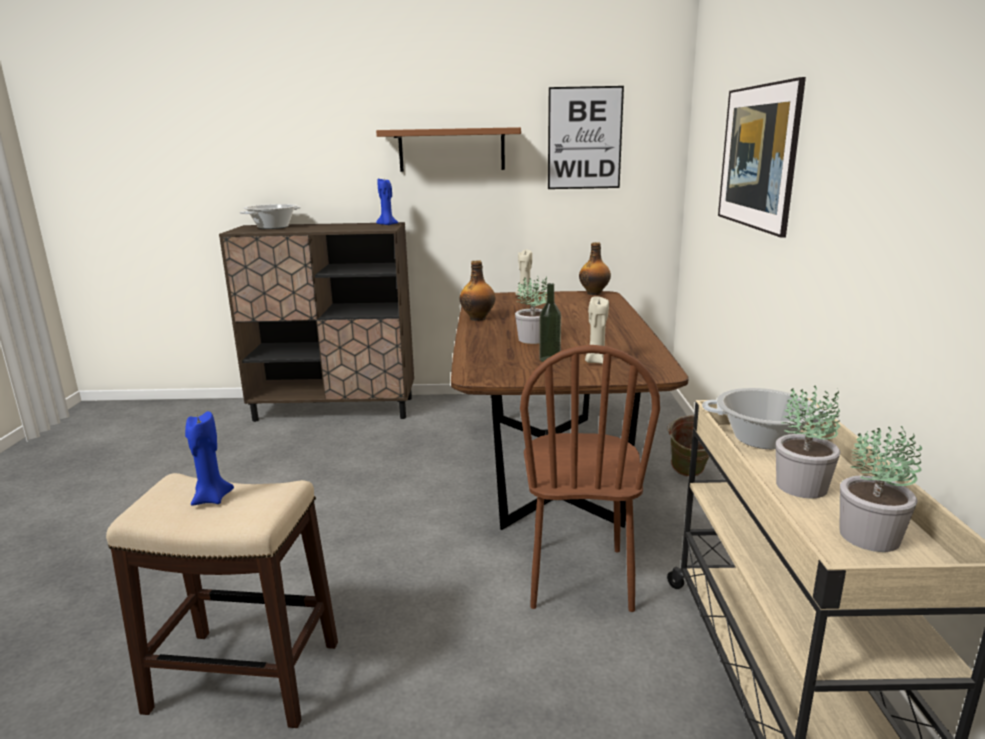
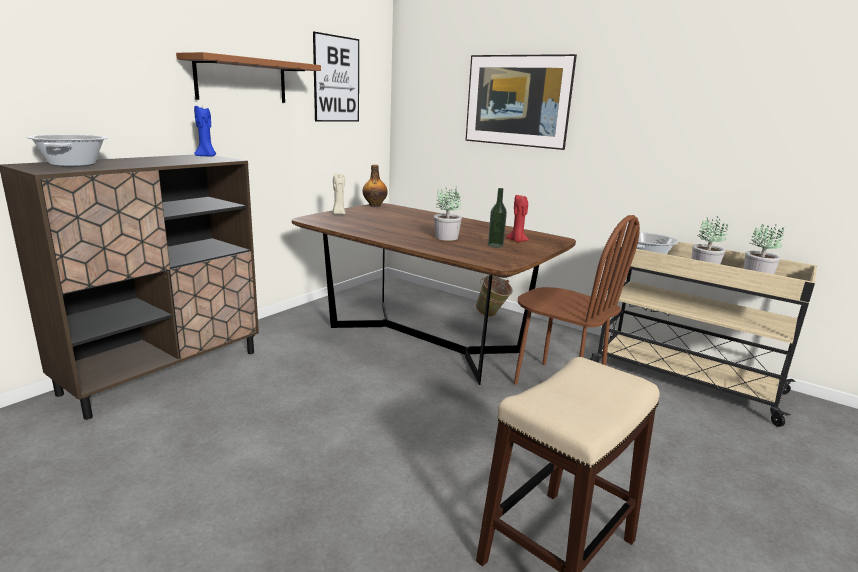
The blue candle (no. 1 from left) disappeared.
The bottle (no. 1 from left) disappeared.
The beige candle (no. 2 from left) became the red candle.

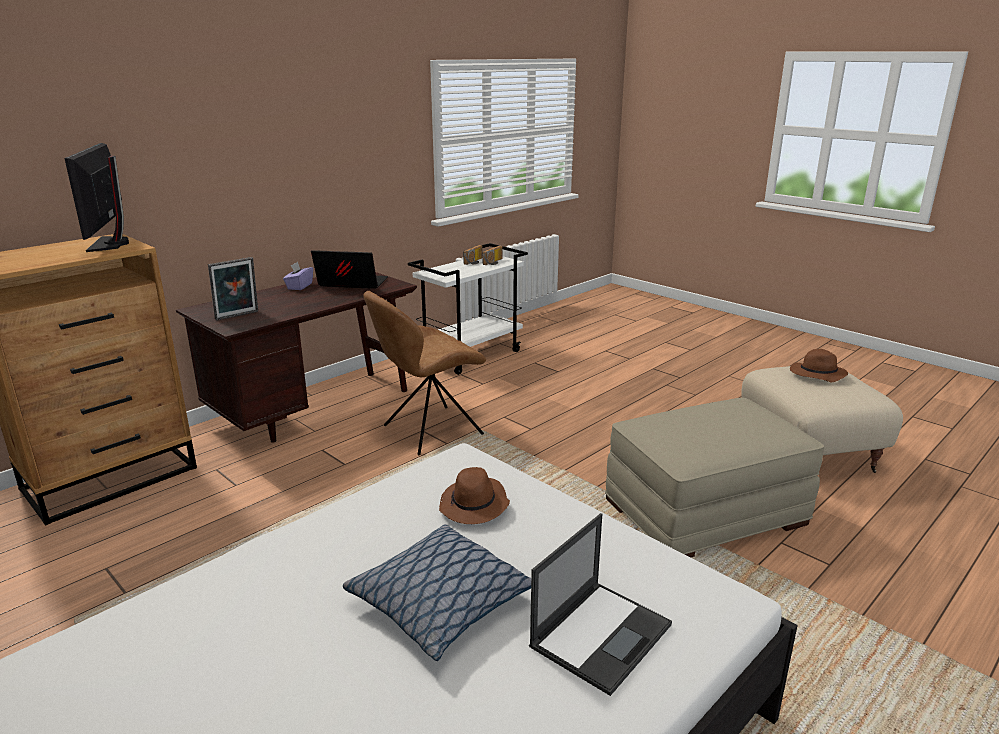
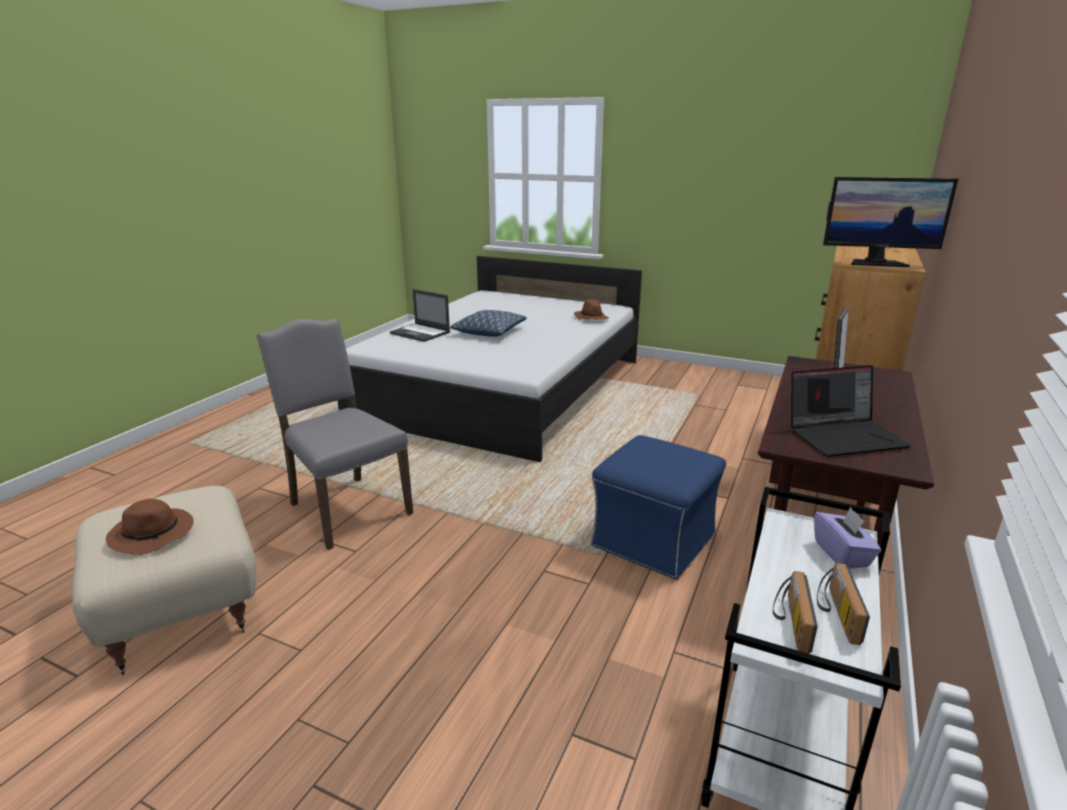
The purple tissue box moved.
The brown hat (no. 1 from left in the first image) moved.
The brown chair was replaced by the blue ottoman.
The beige ottoman (no. 1 from left) was replaced by the grey chair.
The monitor turned 135 degrees clockwise.
The laptop (no. 2 from left in the first image) turned 75 degrees counterclockwise.

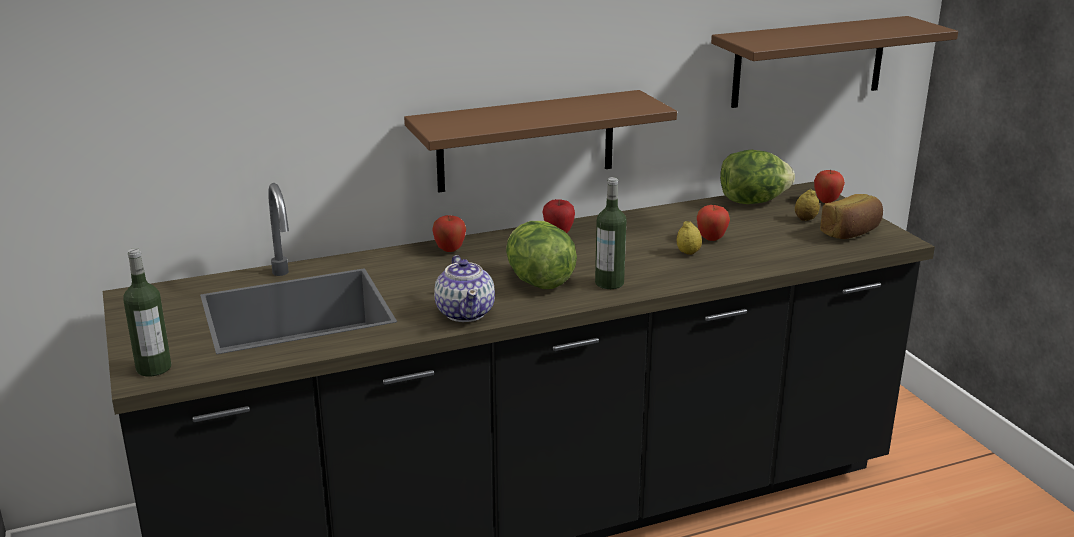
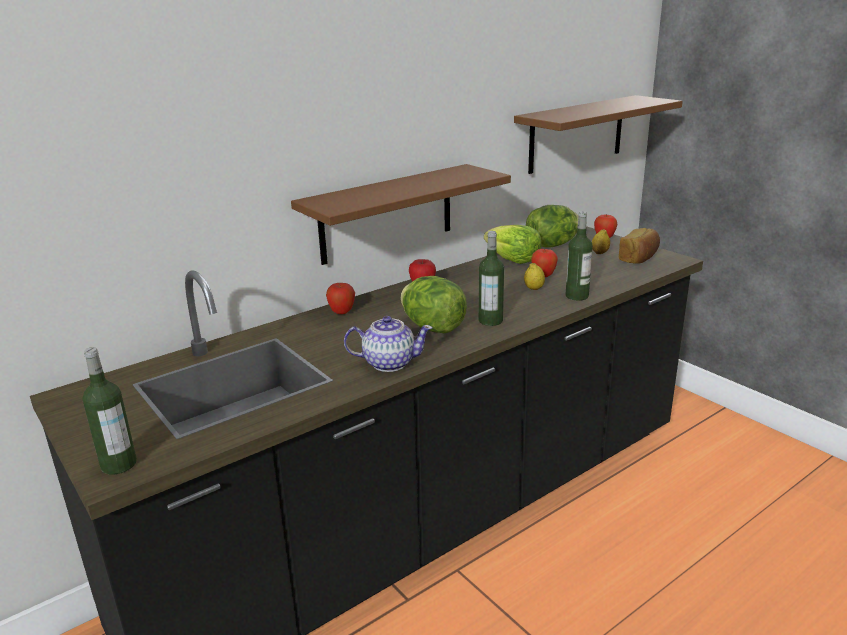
The lettuce (no. 2 from left) appeared.
The bottle (no. 3 from left) appeared.
The teapot turned 60 degrees counterclockwise.

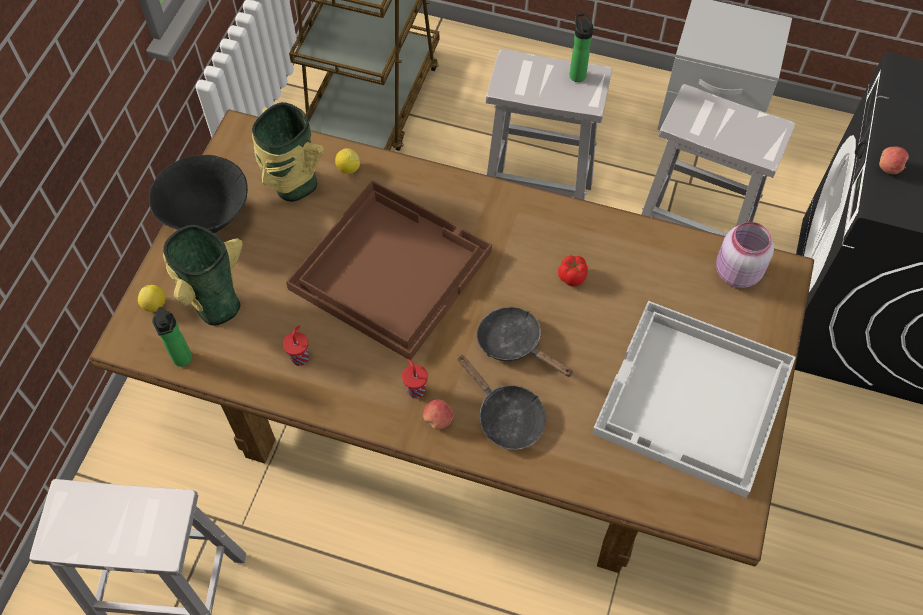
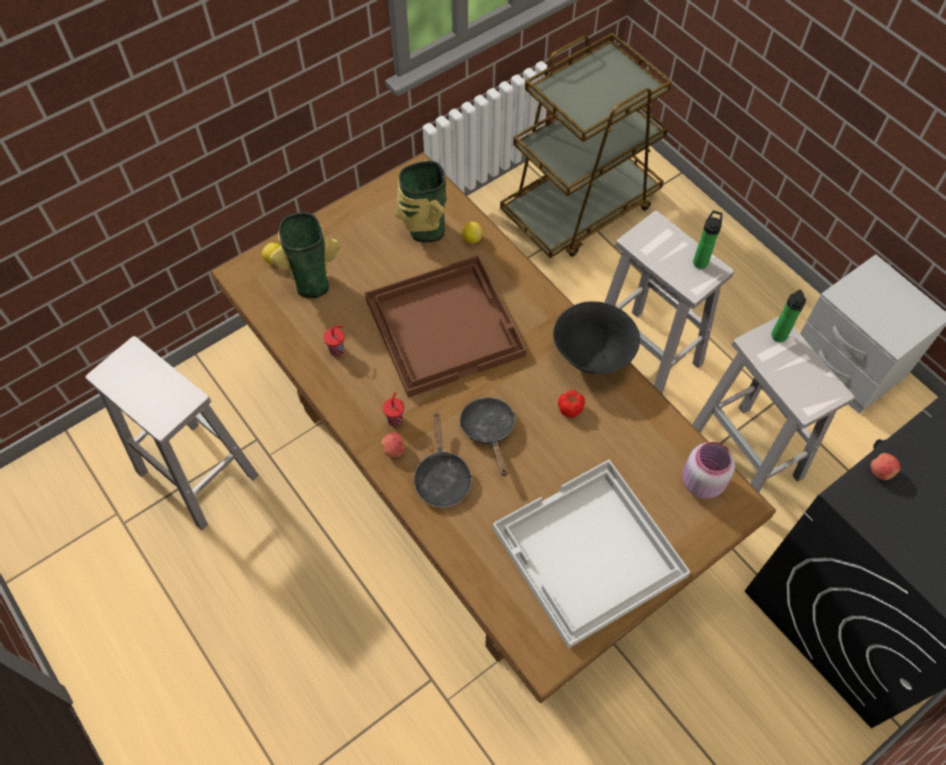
The black bowl moved.
The bottle (no. 1 from left in the first image) moved.

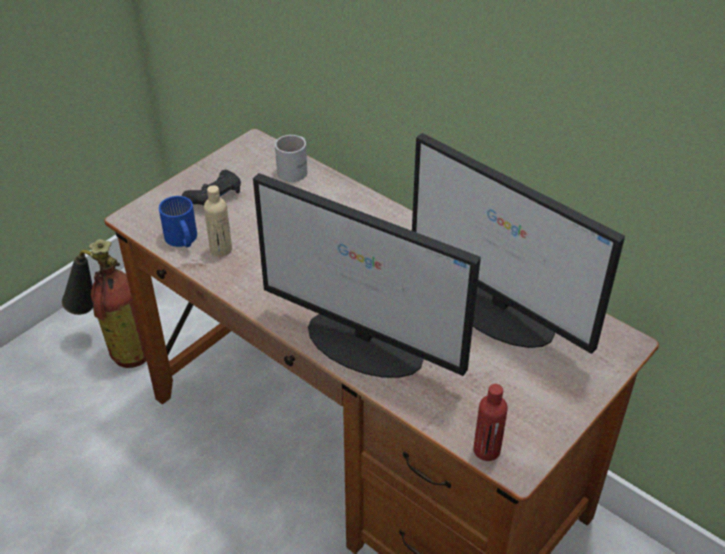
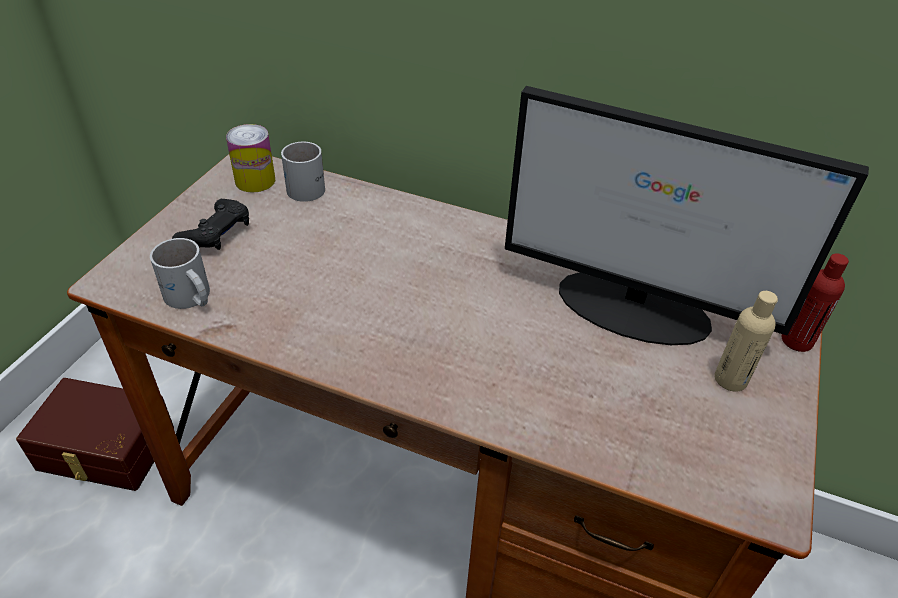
The monitor (no. 1 from left) disappeared.
The can appeared.
The beige bottle moved.
The red bottle moved.
The fire extinguisher was replaced by the brown storage box.
The blue mug became the white mug (no. 1 from left).

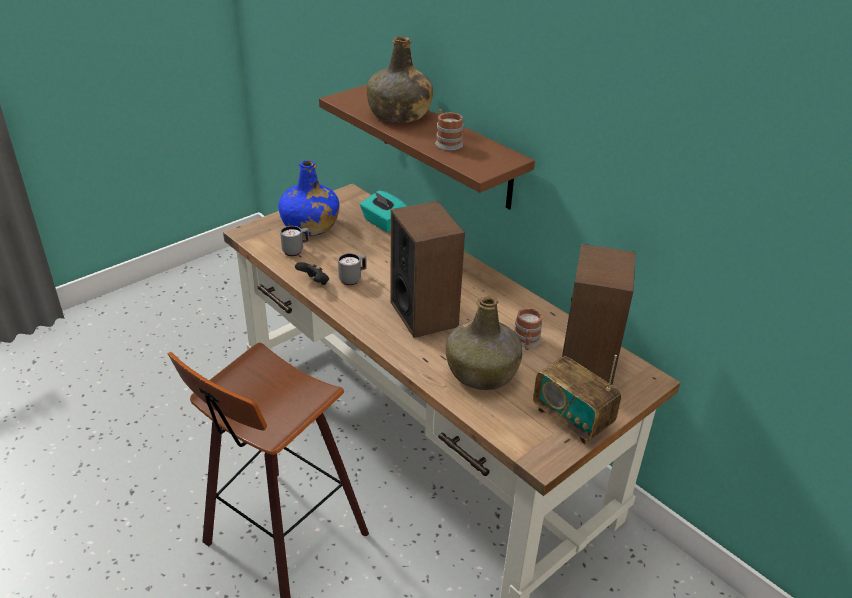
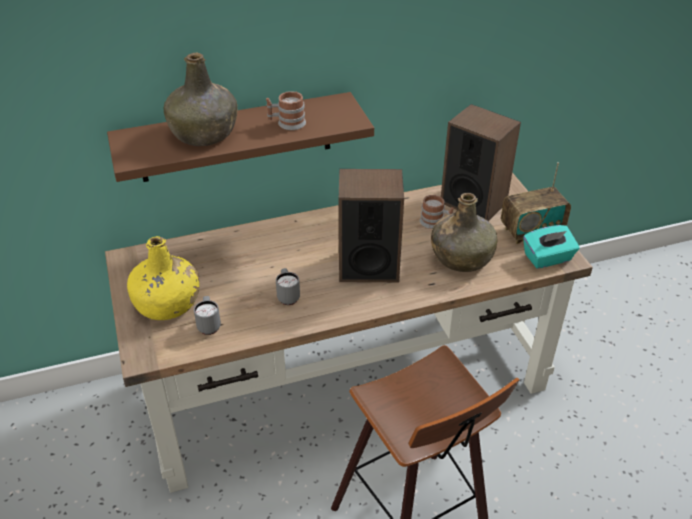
The black game controller disappeared.
The turquoise tissue box moved.
The blue bottle became the yellow bottle.

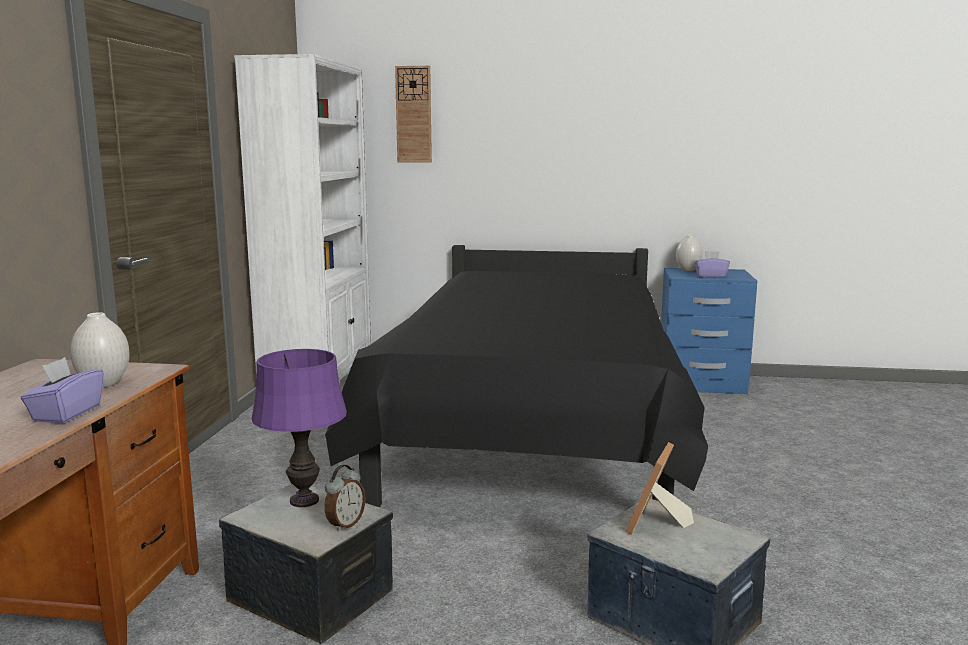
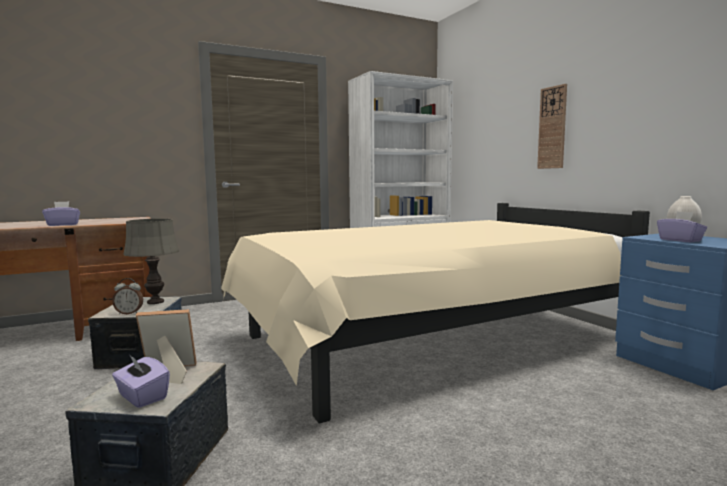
The white vase (no. 1 from left) disappeared.
The purple tissue box (no. 2 from left) appeared.
The wall clock moved.
The purple table lamp became the grey table lamp.
The black bed became the beige bed.

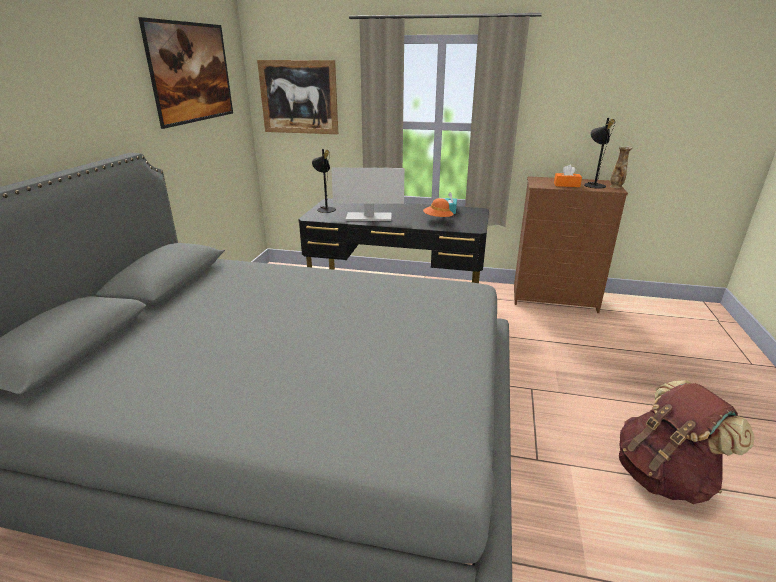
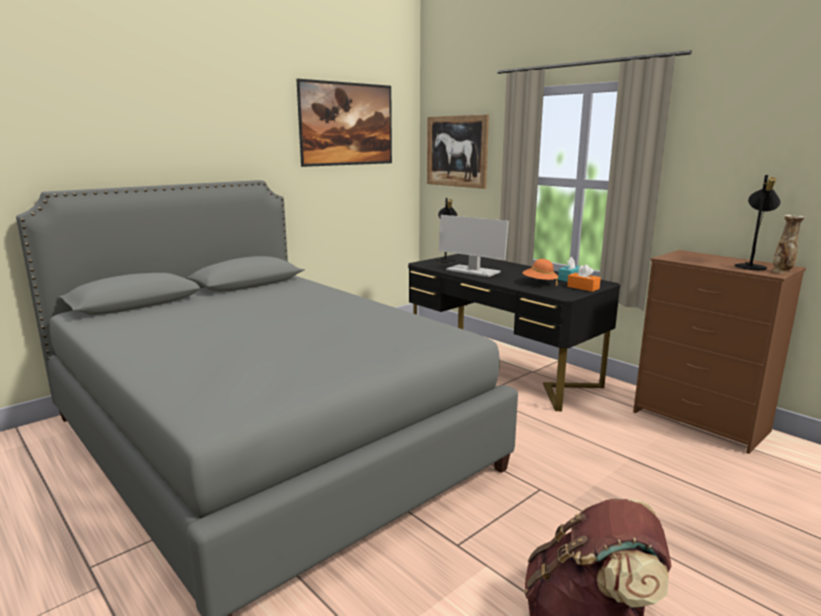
The orange tissue box moved.

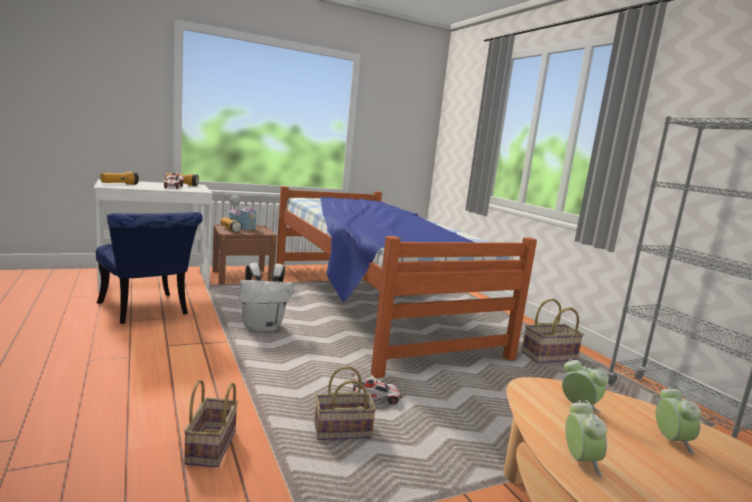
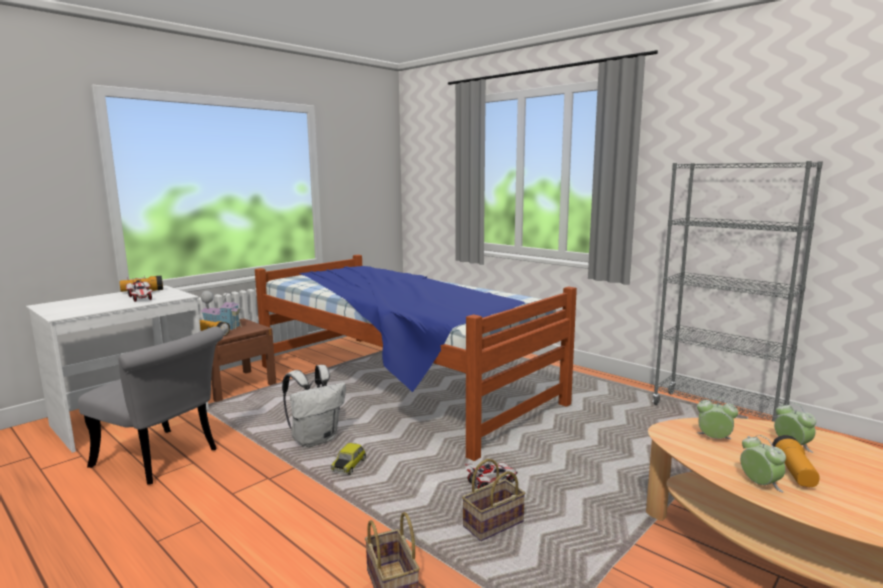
The basket (no. 3 from left) disappeared.
The toy car (no. 2 from left) appeared.
The flashlight (no. 1 from left in the first image) moved.
The blue chair became the grey chair.

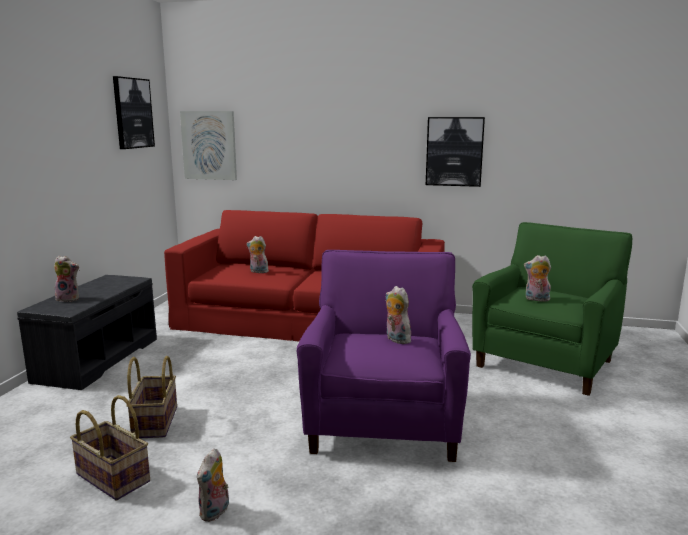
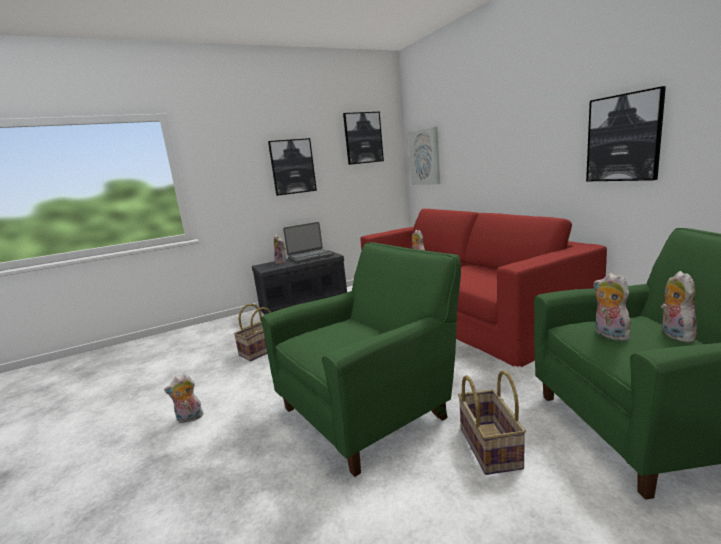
The picture (no. 1 from left) appeared.
The laptop appeared.
The basket (no. 1 from left in the first image) moved.
The plush toy (no. 4 from left in the first image) moved.
The purple armchair became the green armchair (no. 1 from left).

